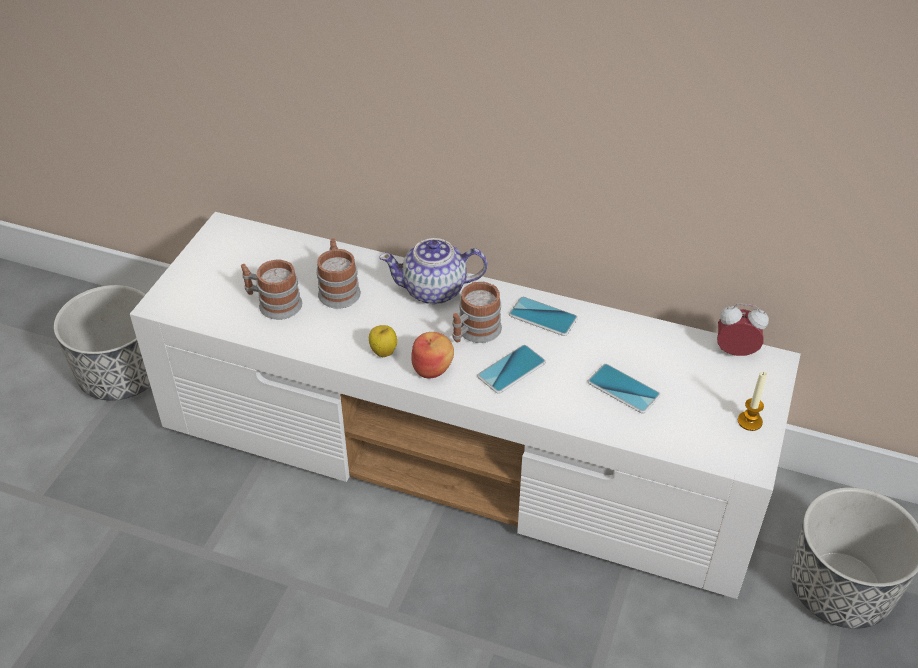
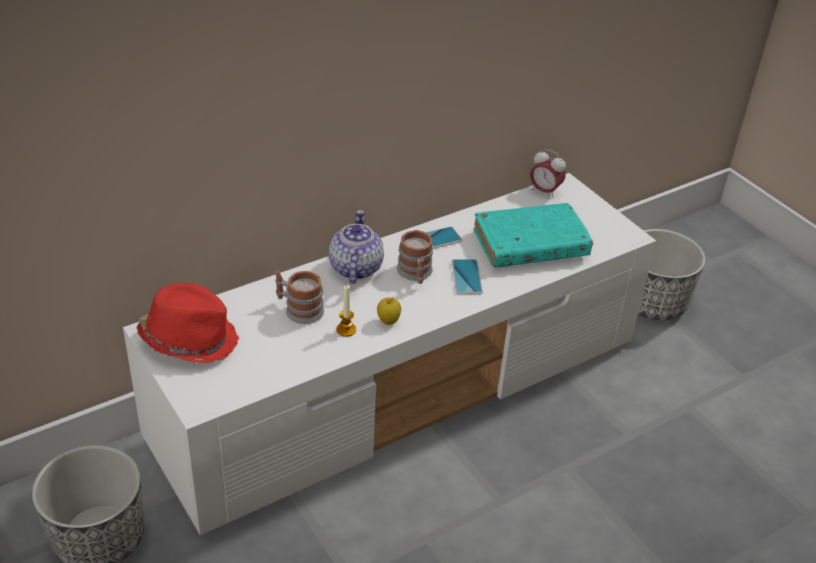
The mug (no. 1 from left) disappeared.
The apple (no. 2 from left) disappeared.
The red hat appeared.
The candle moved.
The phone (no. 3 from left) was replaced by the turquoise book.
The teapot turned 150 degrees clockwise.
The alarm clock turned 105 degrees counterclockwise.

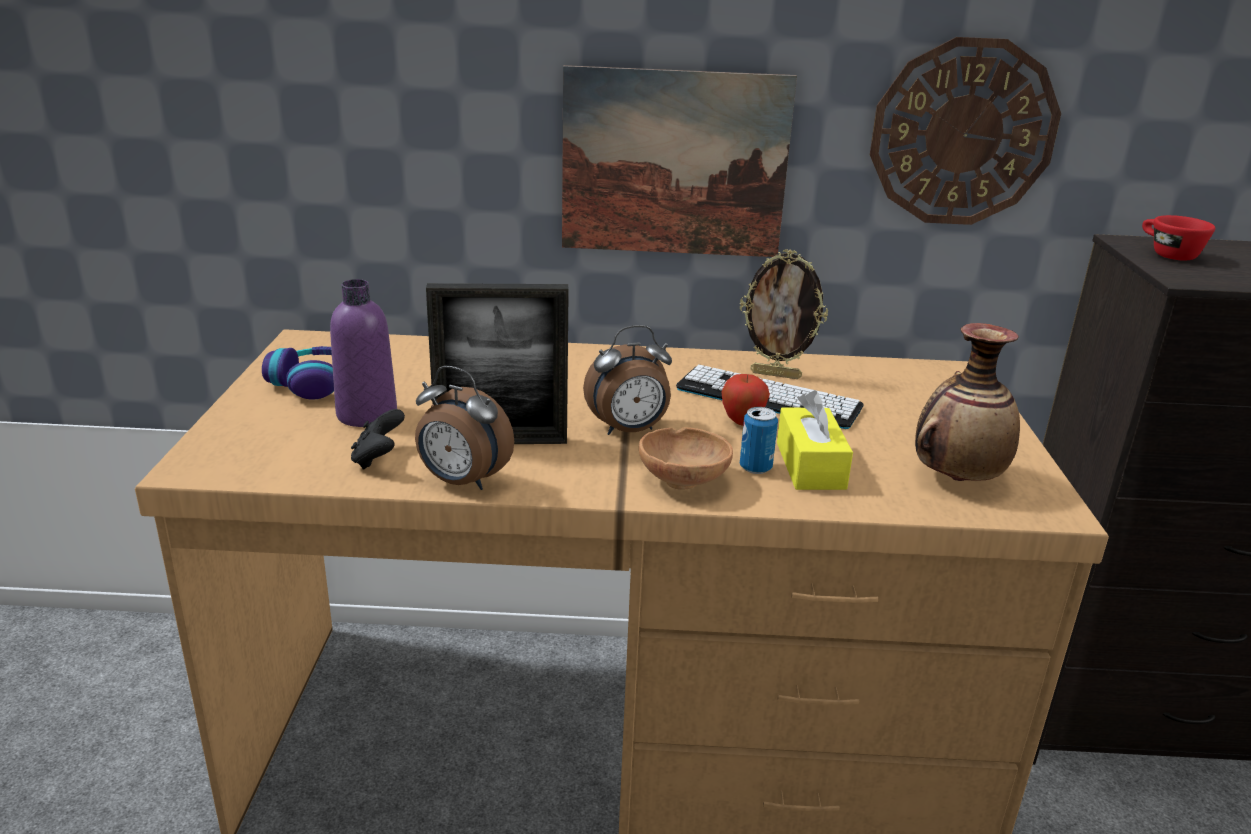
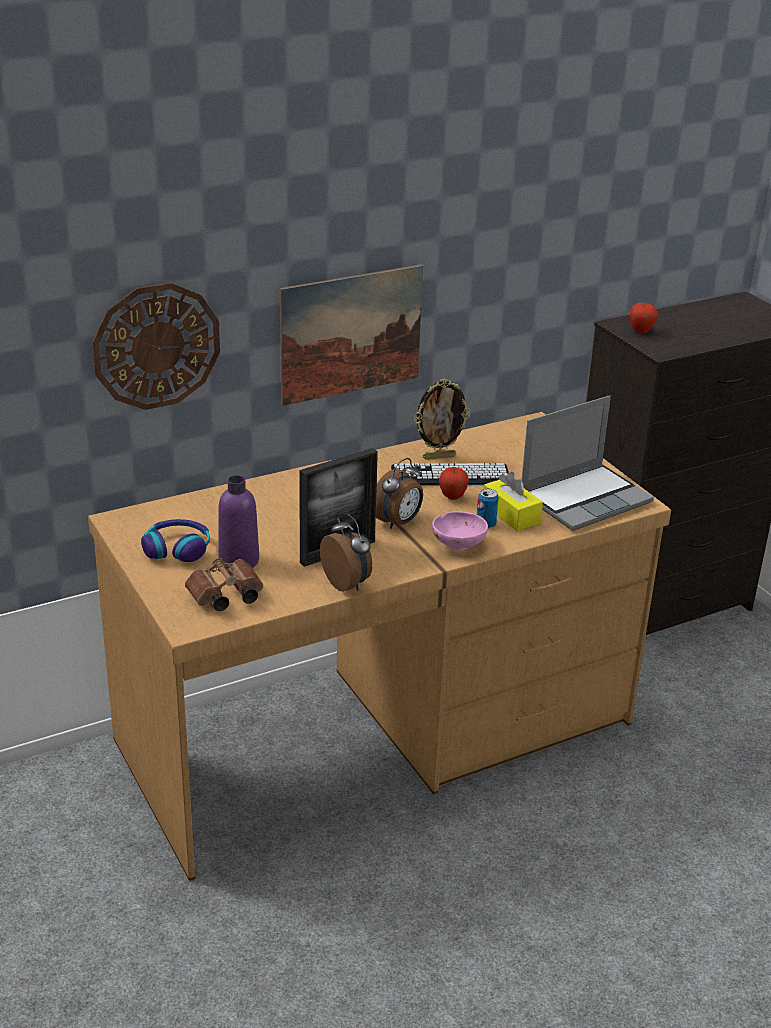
The black game controller disappeared.
The brown binoculars appeared.
The wall clock moved.
The vase was replaced by the laptop.
The red cup was replaced by the apple (no. 2 from left).
The brown bowl became the pink bowl.
The alarm clock (no. 1 from left) turned 120 degrees counterclockwise.

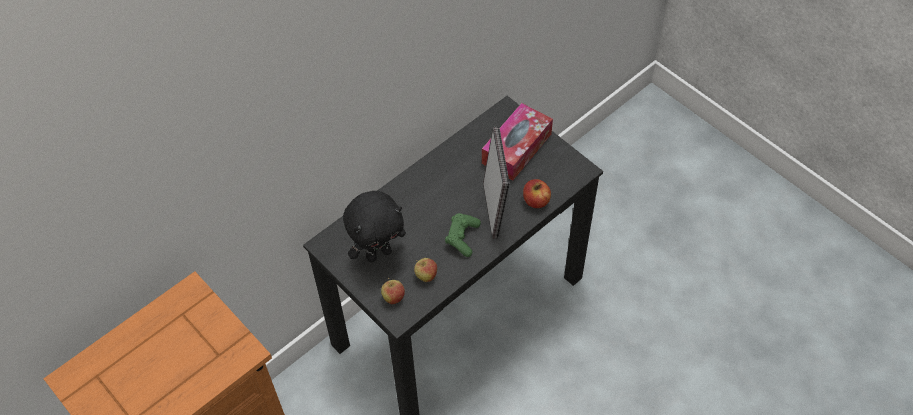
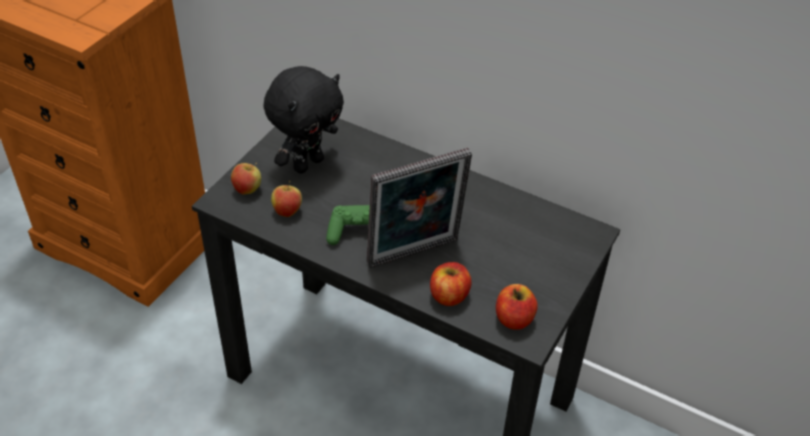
The tissue box disappeared.
The apple (no. 4 from left) appeared.
The black plush toy turned 90 degrees counterclockwise.

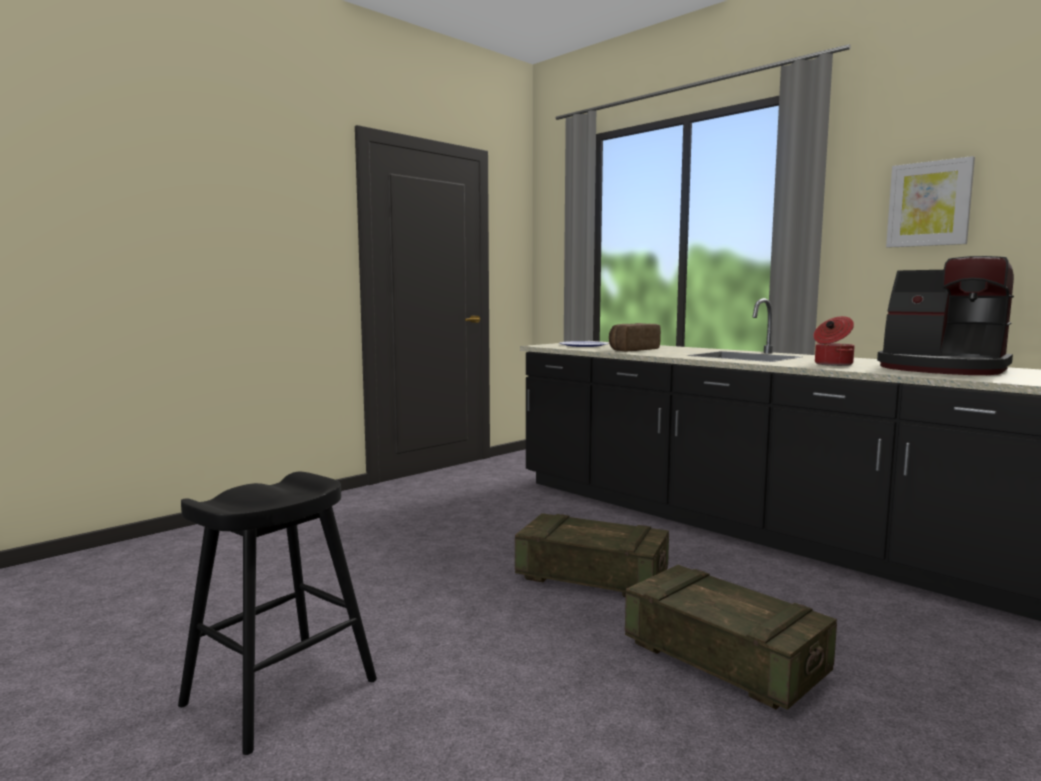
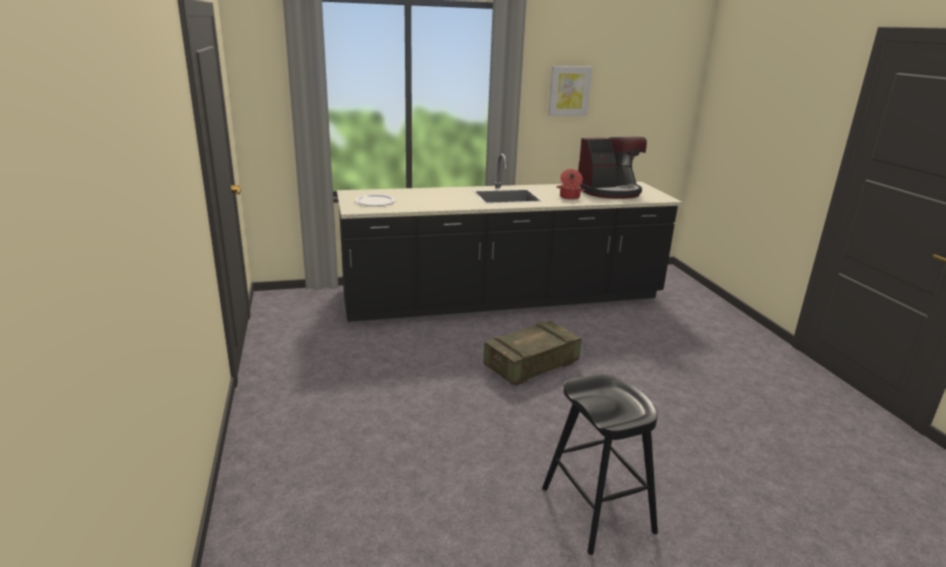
The bread disappeared.
The crate (no. 2 from left) disappeared.

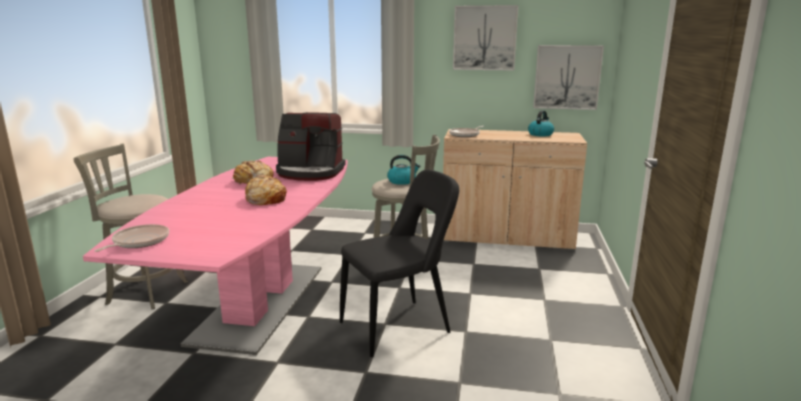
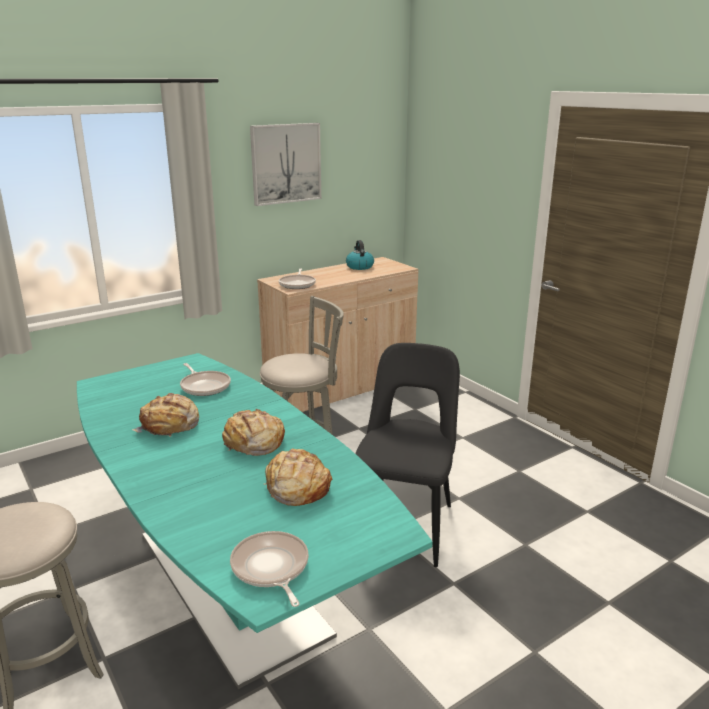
The kettle (no. 1 from left) disappeared.
The picture (no. 2 from left) disappeared.
The bread (no. 3 from left) appeared.
The coffee machine was replaced by the frying pan (no. 1 from left).
The pink dining table became the turquoise dining table.

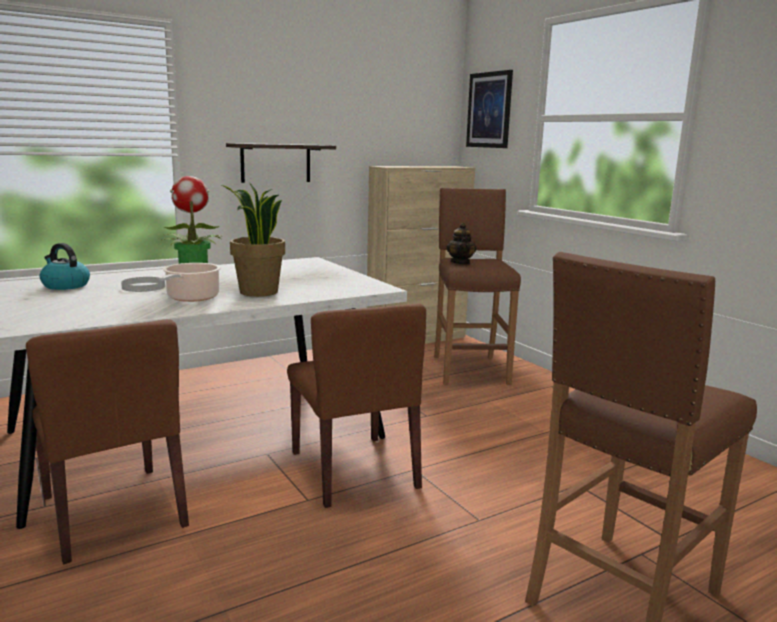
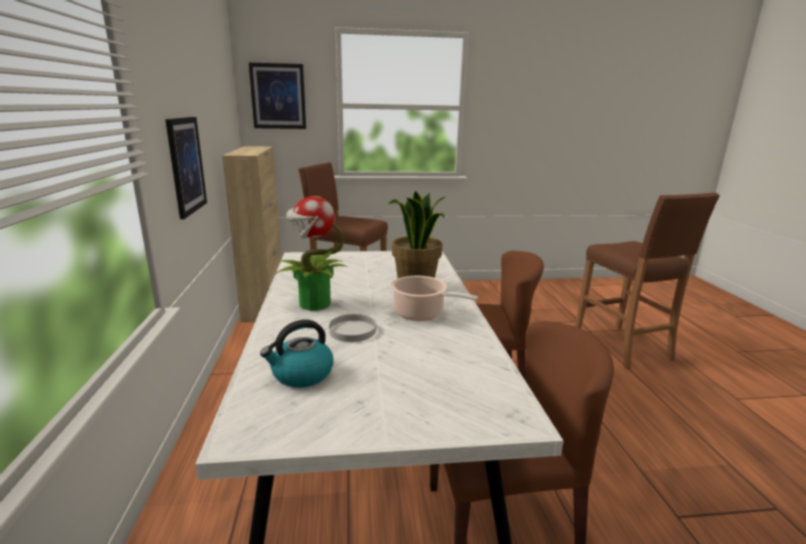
The teapot disappeared.
The shelf was replaced by the picture (no. 1 from left).

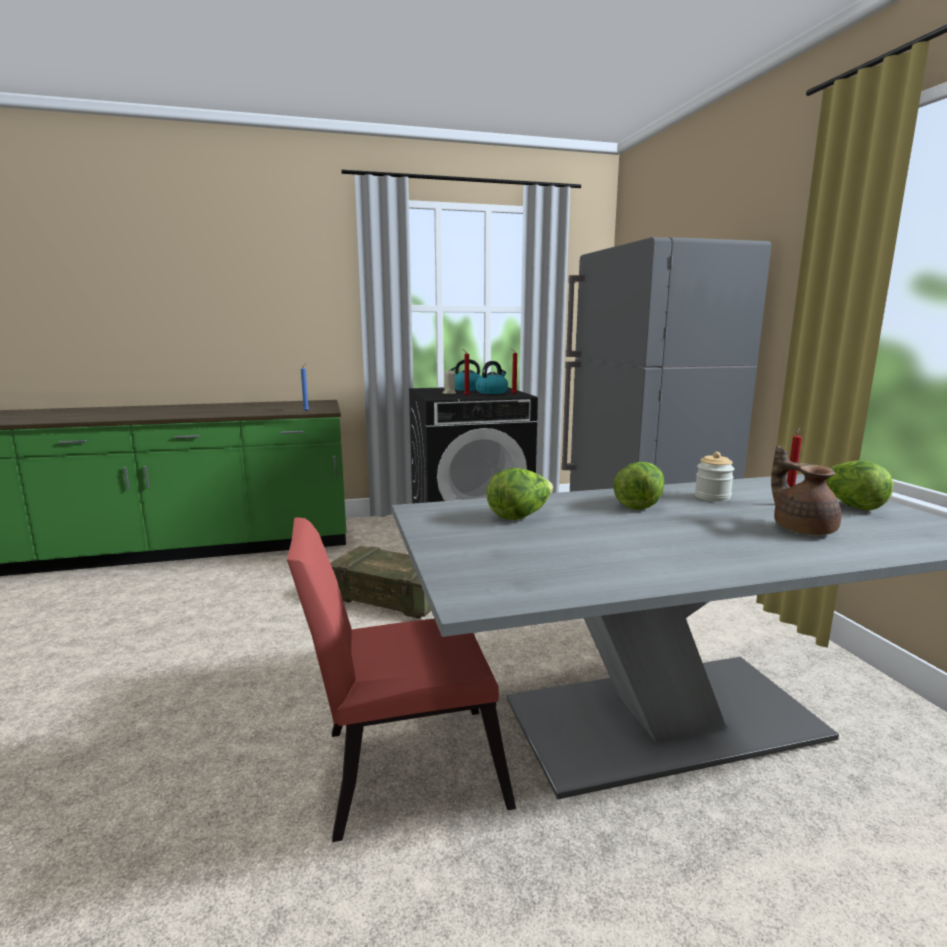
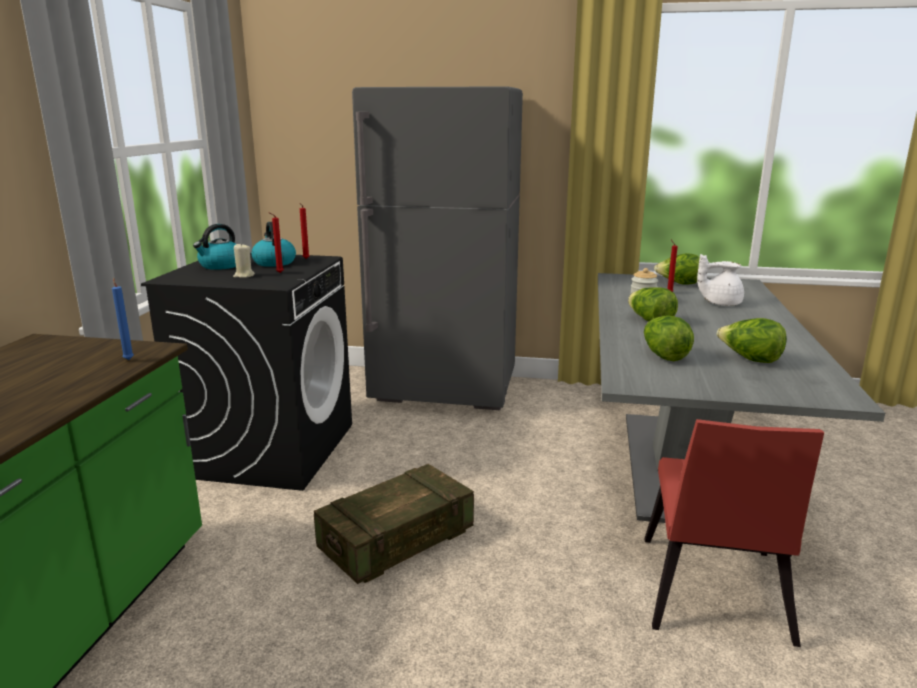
The lettuce (no. 4 from left) appeared.
The brown teapot became the white teapot.

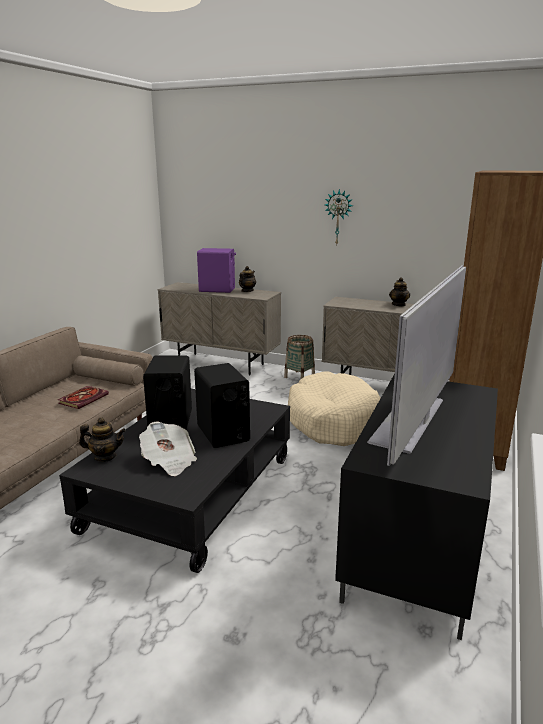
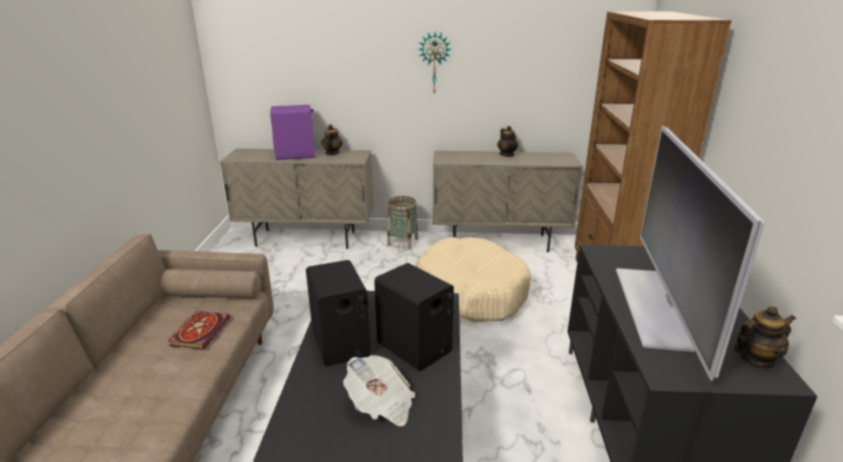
The teapot (no. 1 from left in the first image) moved.

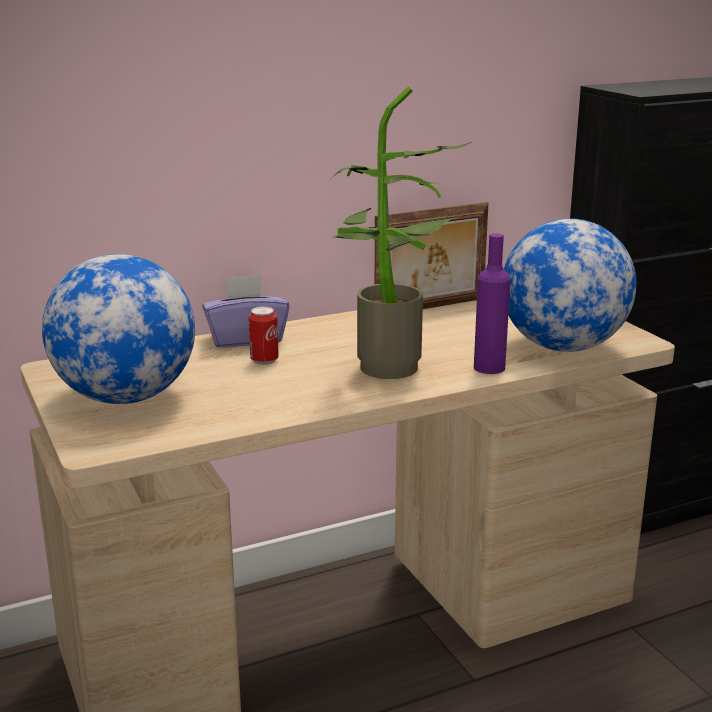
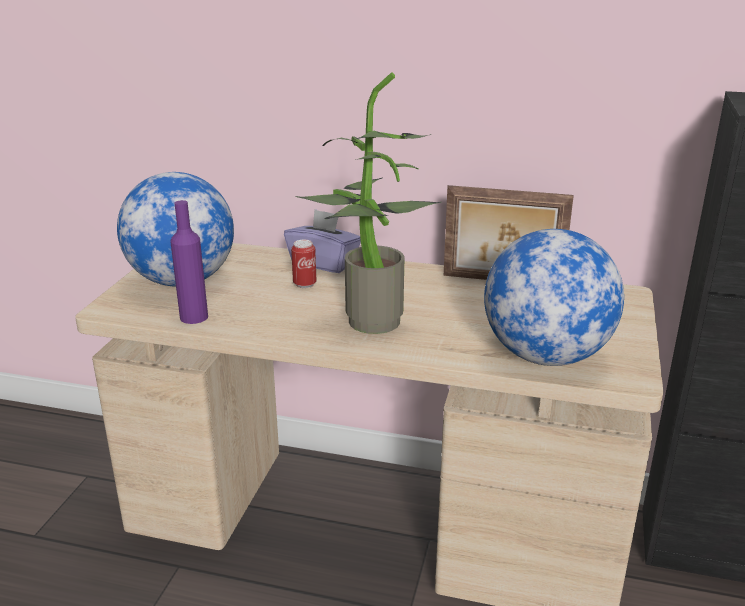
The purple bottle moved.

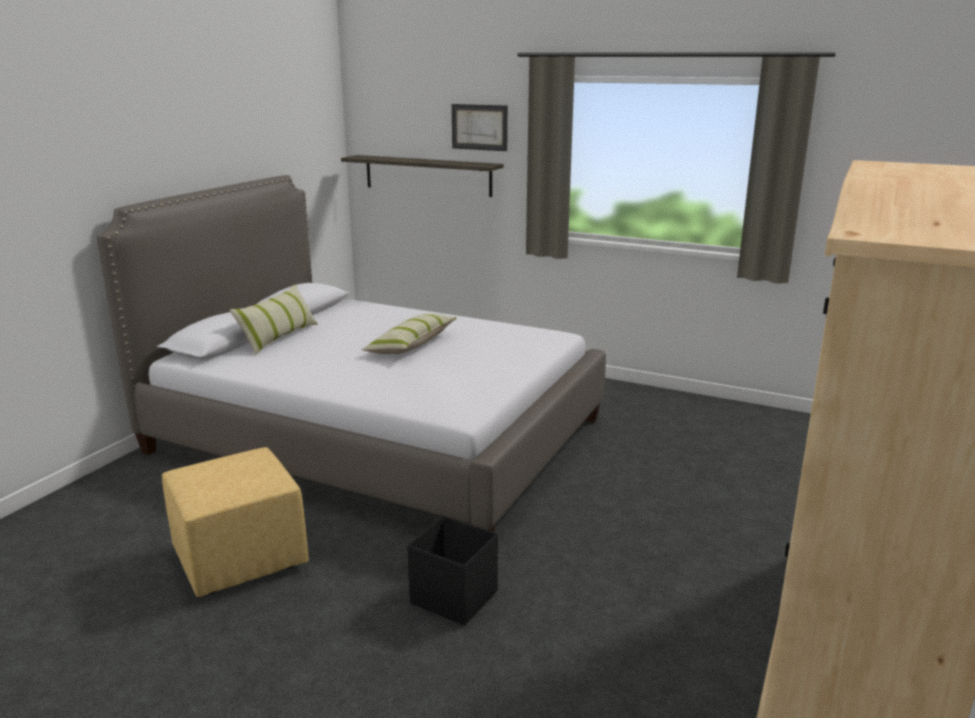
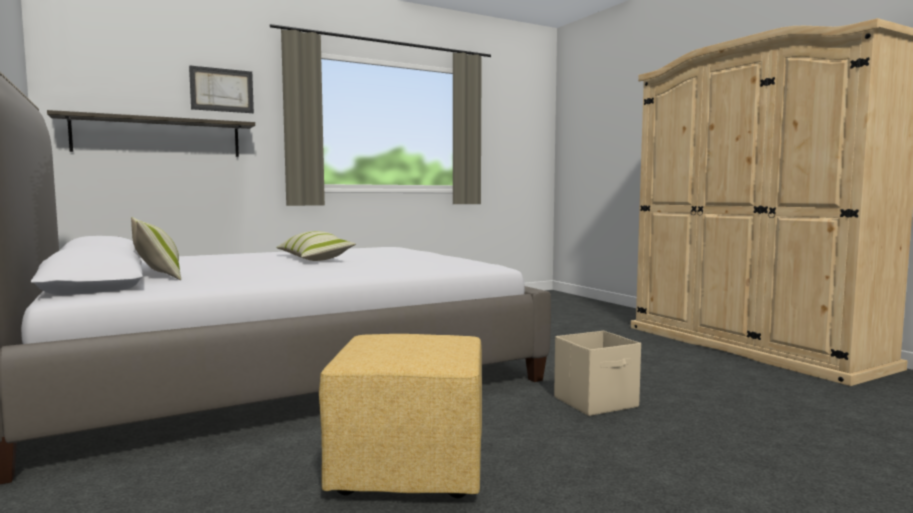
The black storage box became the beige storage box.

